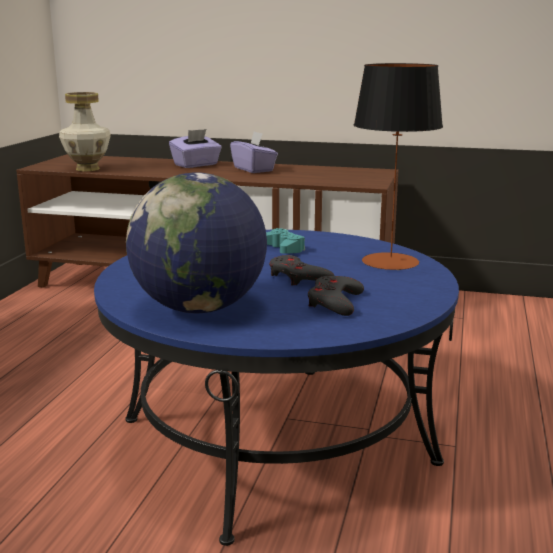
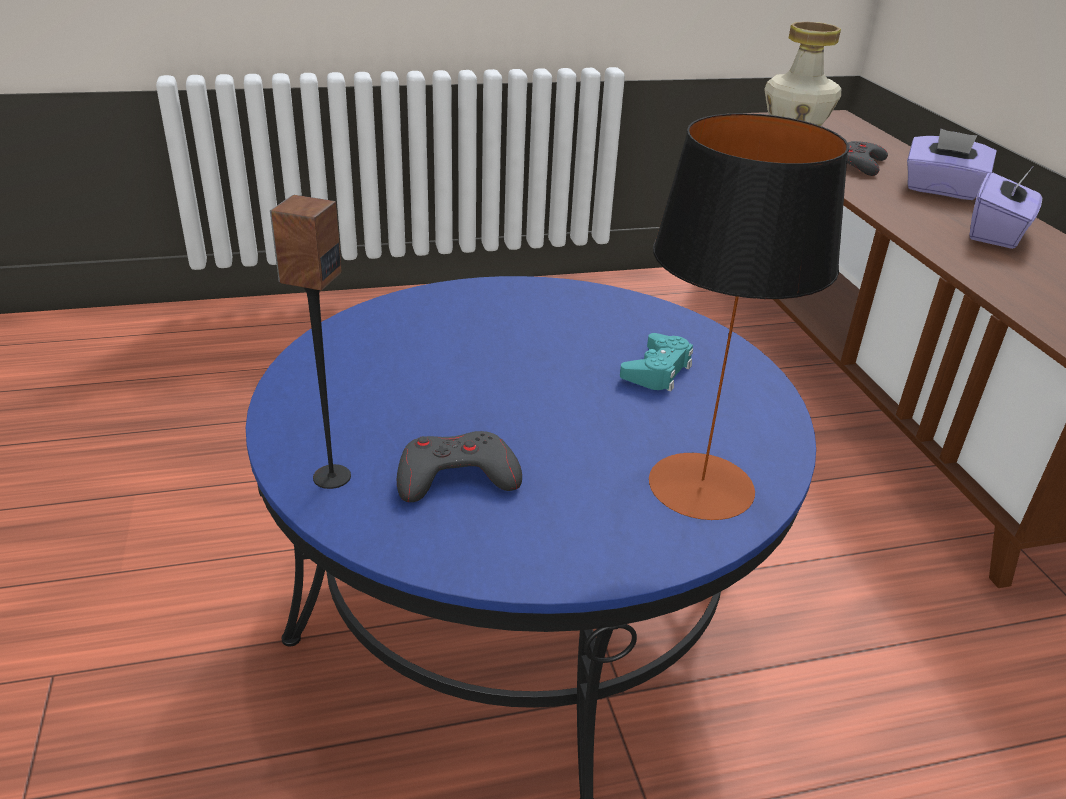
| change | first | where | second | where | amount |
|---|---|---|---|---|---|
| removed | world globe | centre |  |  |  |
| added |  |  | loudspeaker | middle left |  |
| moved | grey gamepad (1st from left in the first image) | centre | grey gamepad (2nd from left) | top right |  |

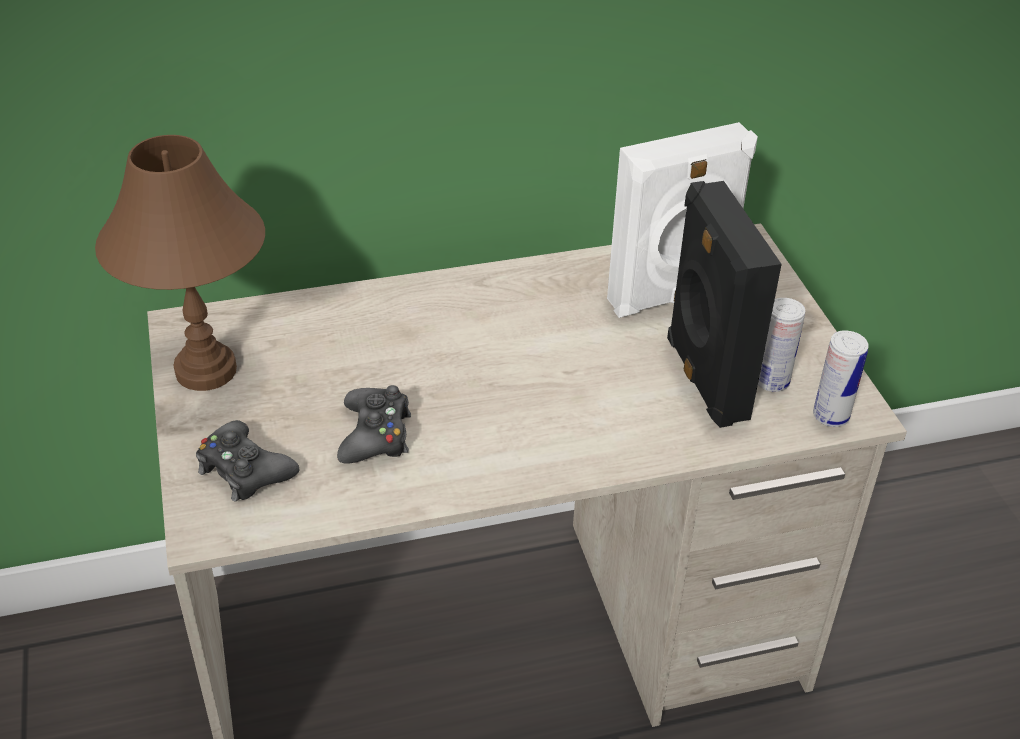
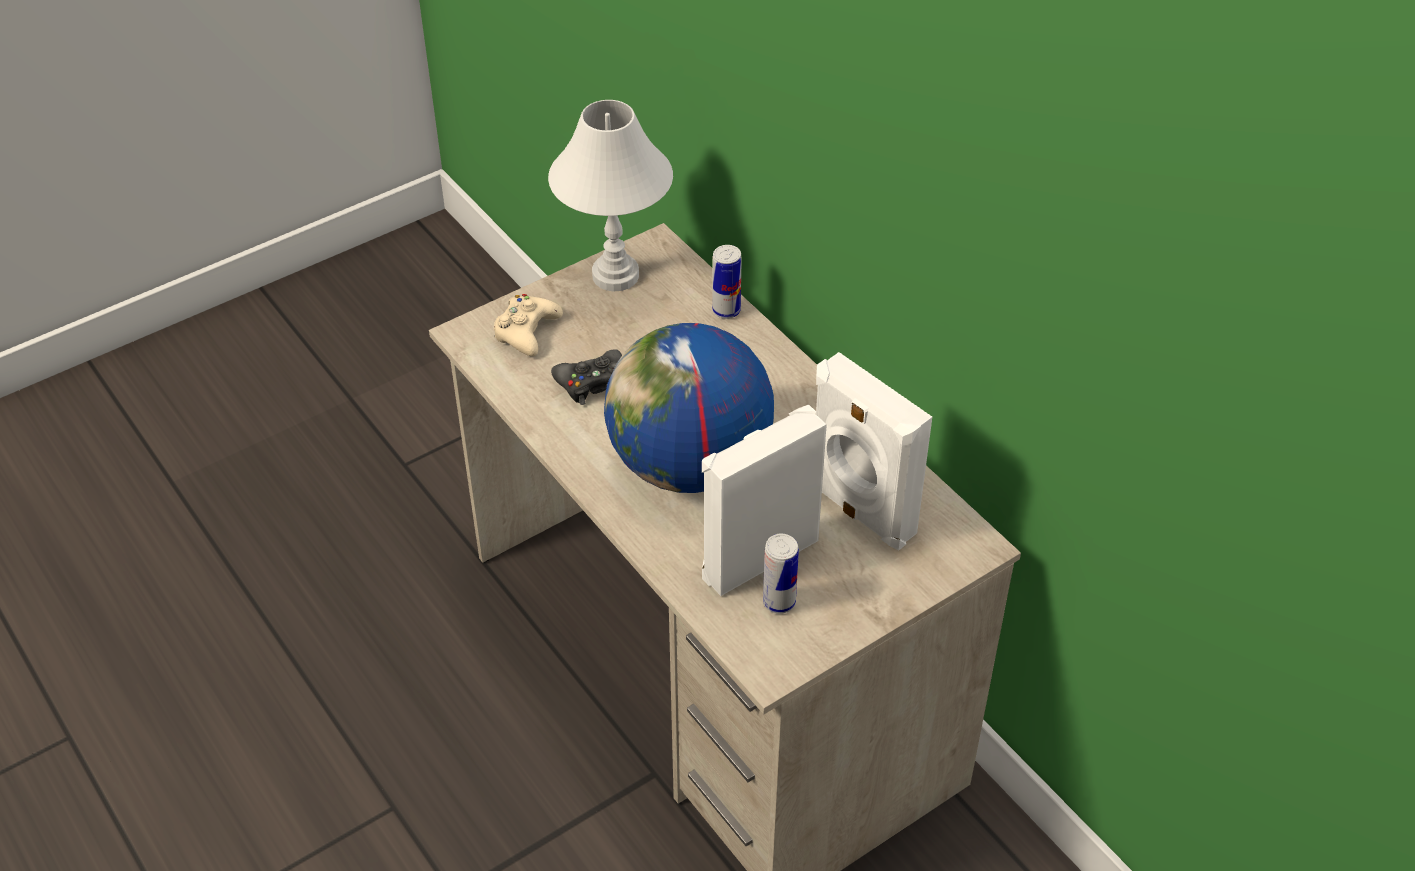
| change | first | where | second | where | amount |
|---|---|---|---|---|---|
| added |  |  | world globe | centre |  |
| moved | sealed can (2nd from left in the first image) | middle right | sealed can (1st from left) | top centre |  |
| recoloured | brown table lamp | middle left | white-coloured table lamp | top centre |  |
| recoloured | black gamepad (1st from left) | middle left | sand-coloured gamepad | centre |  |
| recoloured | black loudspeaker | middle right | white-coloured loudspeaker (1st from left) | centre |  |

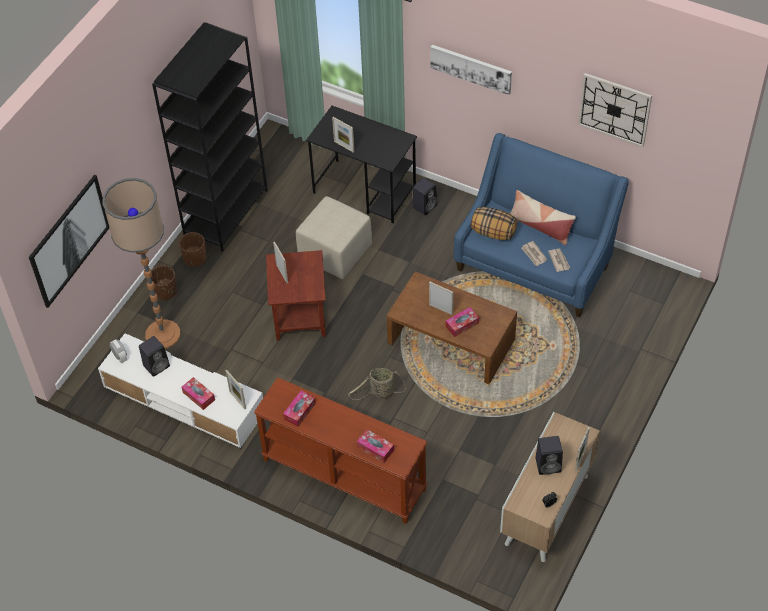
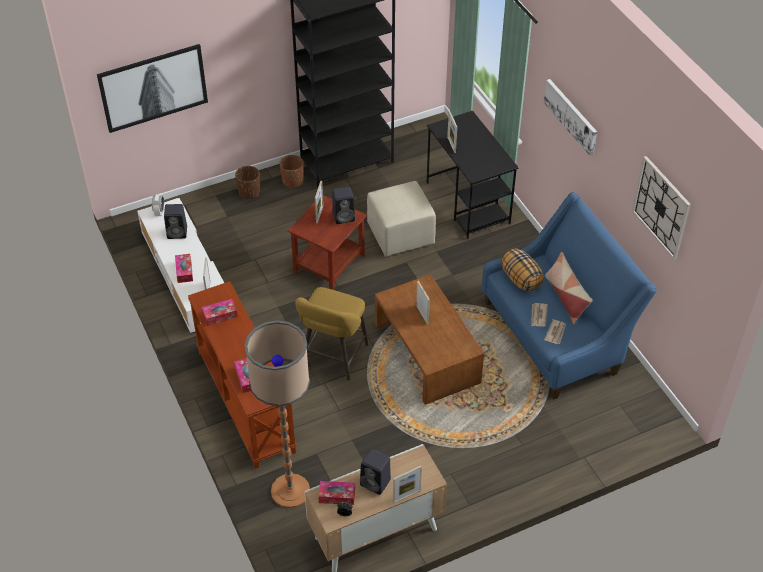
| change | first | where | second | where | amount |
|---|---|---|---|---|---|
| moved | standard lamp | middle left |  | bottom centre |  |
| moved | black loudspeaker (2nd from left) | top centre |  | centre |  |
| moved | box of tissues (4th from left) | centre |  | bottom centre |  |
| replaced | household basket | centre | yellow-coloured sitting stool | centre |  |

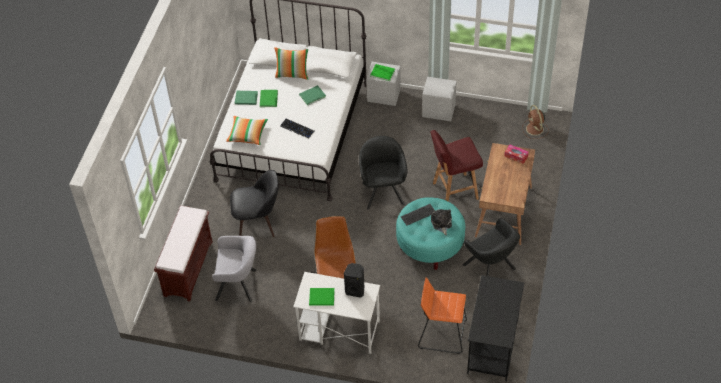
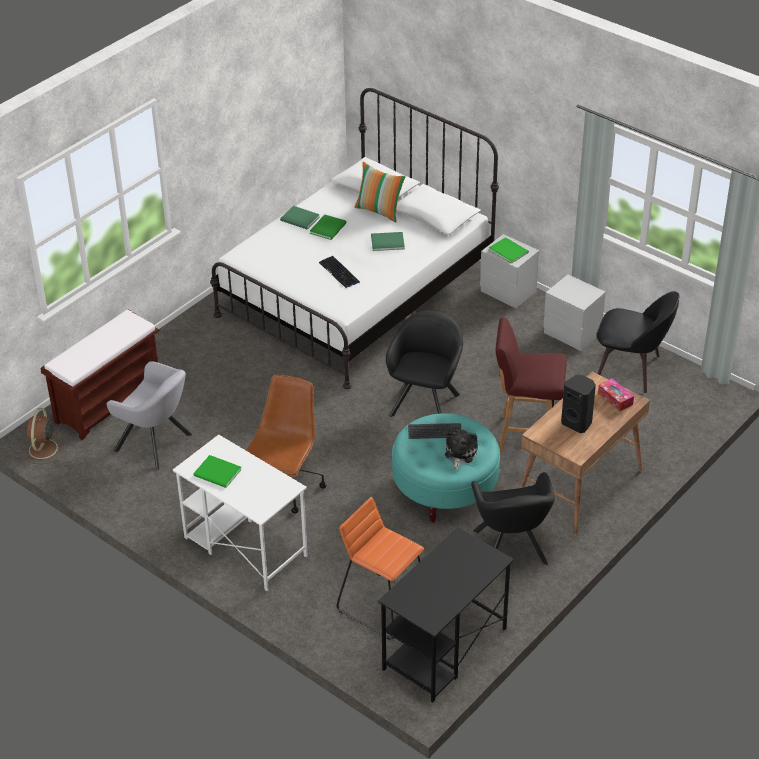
| change | first | where | second | where | amount |
|---|---|---|---|---|---|
| removed | throw pillow (1st from left) | centre |  |  |  |
| moved | black plain chair | centre |  | middle right |  |
| moved | black loudspeaker | bottom centre |  | middle right |  |
| moved | brown electric fan | top right |  | middle left |  |

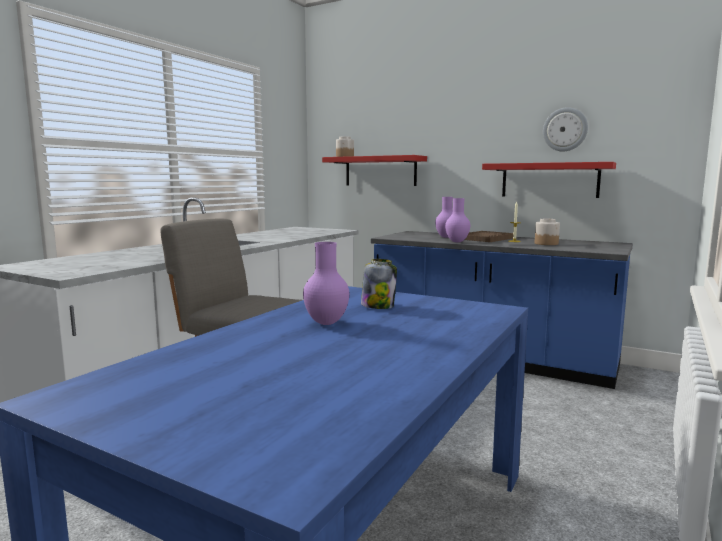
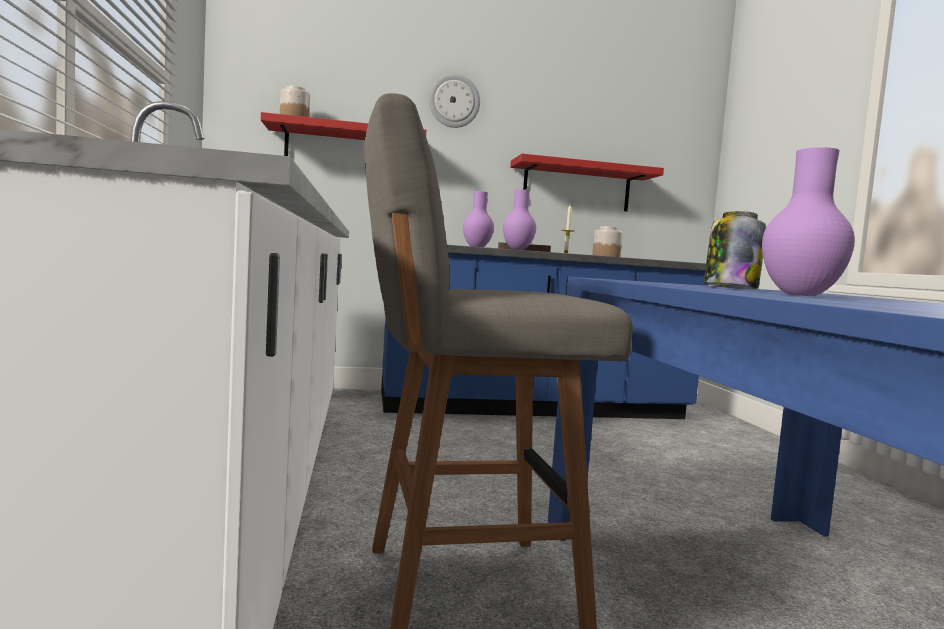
| change | first | where | second | where | amount |
|---|---|---|---|---|---|
| moved | clock on the wall | top right |  | top centre |  |

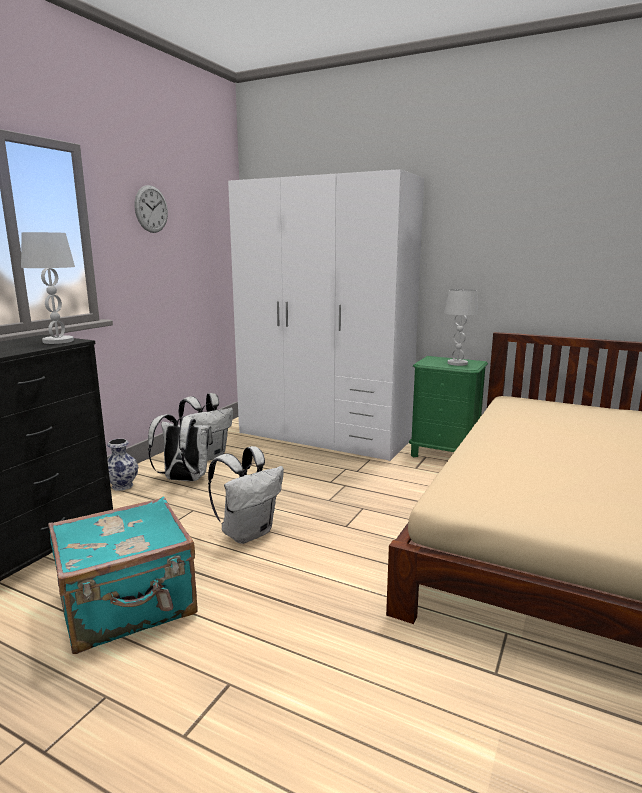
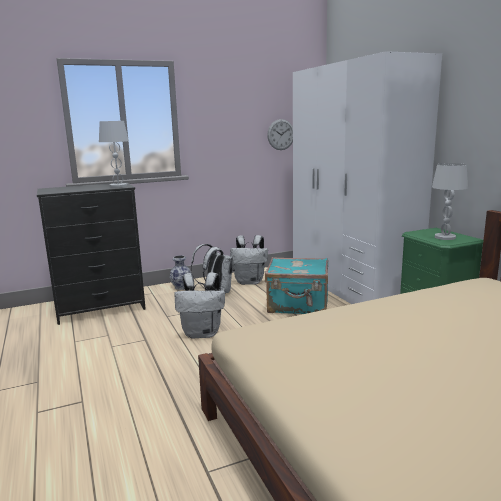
| change | first | where | second | where | amount |
|---|---|---|---|---|---|
| moved | blue-green piece of luggage | bottom left |  | centre |  |
| moved | clock on the wall | top left |  | top centre |  |

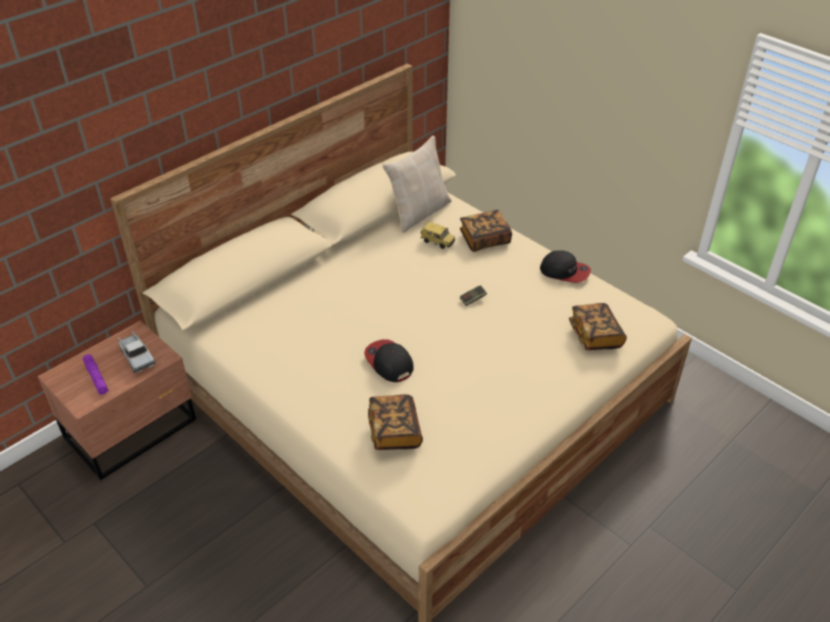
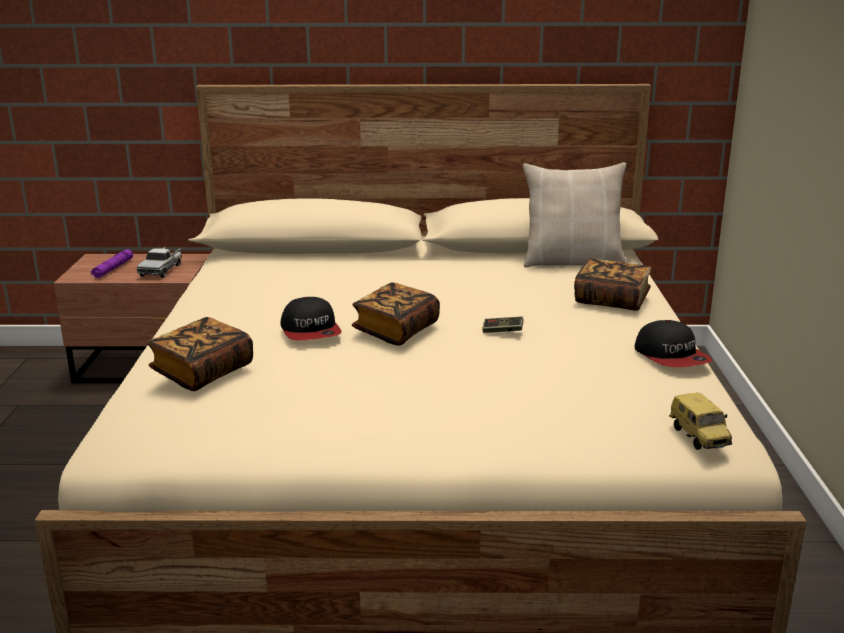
| change | first | where | second | where | amount |
|---|---|---|---|---|---|
| moved | miniature car | centre |  | middle right |  |
| moved | bound book (3rd from left in the first image) | middle right | bound book (2nd from left) | centre |  |
| turned | baseball cap (1st from left) | centre |  | centre | 150 degrees clockwise |

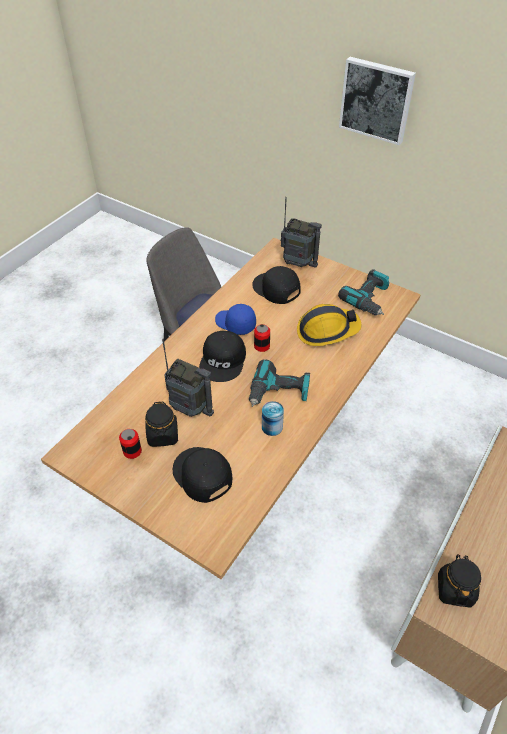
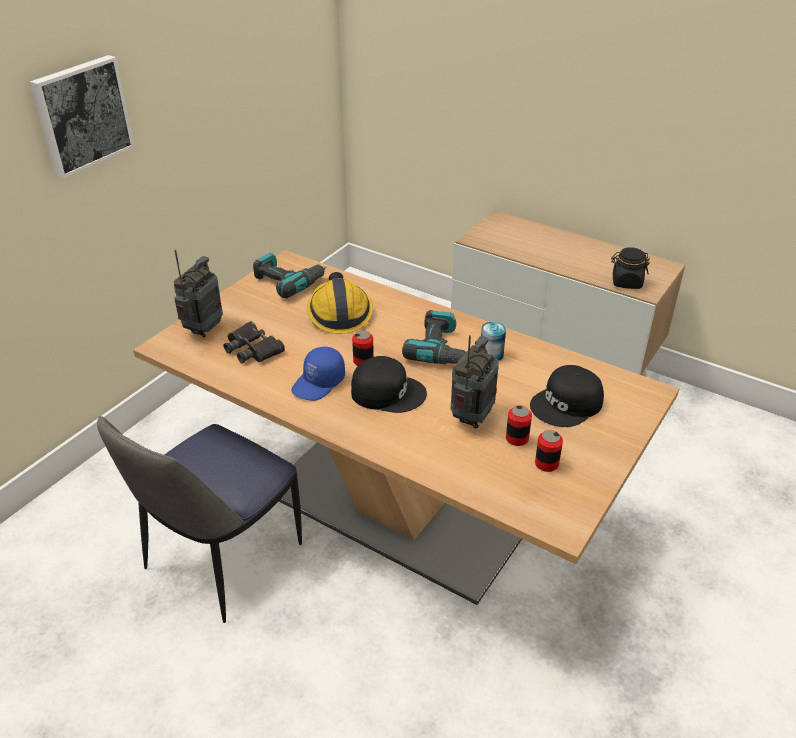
| change | first | where | second | where | amount |
|---|---|---|---|---|---|
| replaced | black jar (1st from left) | middle left | sealed can (3rd from left) | centre |  |
| replaced | black baseball cap (3rd from left) | centre | black pair of binoculars | middle left |  |

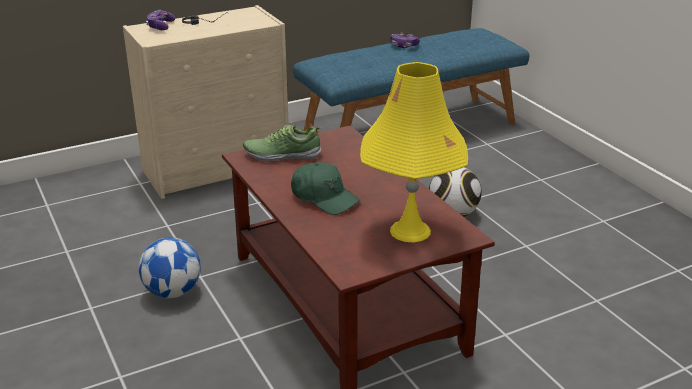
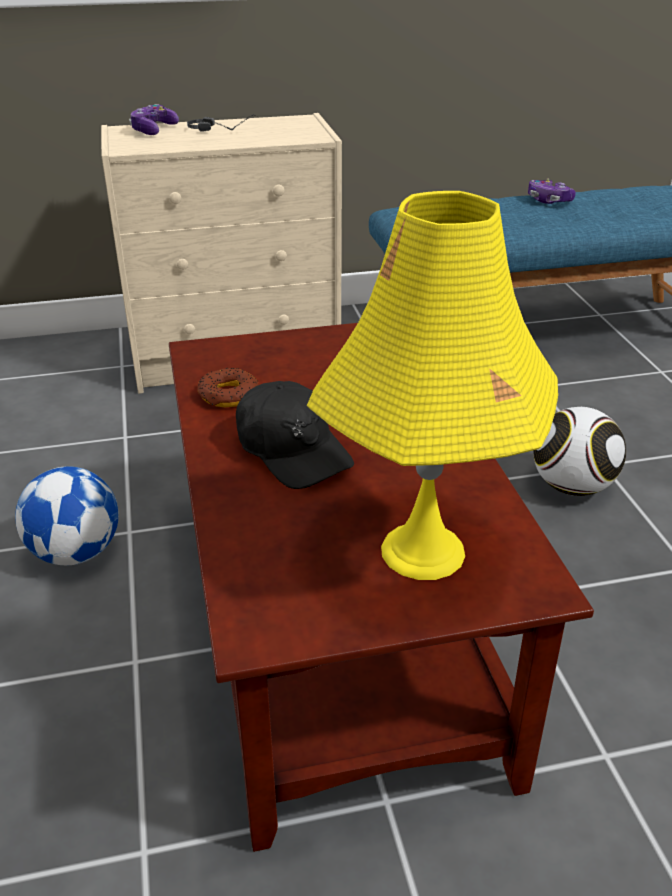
| change | first | where | second | where | amount |
|---|---|---|---|---|---|
| removed | low shoe | centre |  |  |  |
| added |  |  | donut | centre |  |
| recoloured | green-coloured baseball cap | centre | black baseball cap | centre |  |

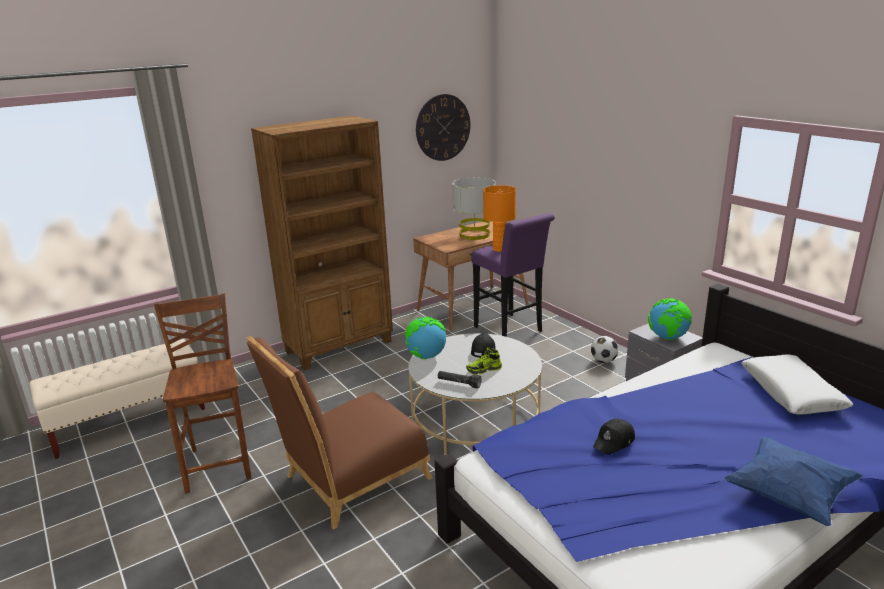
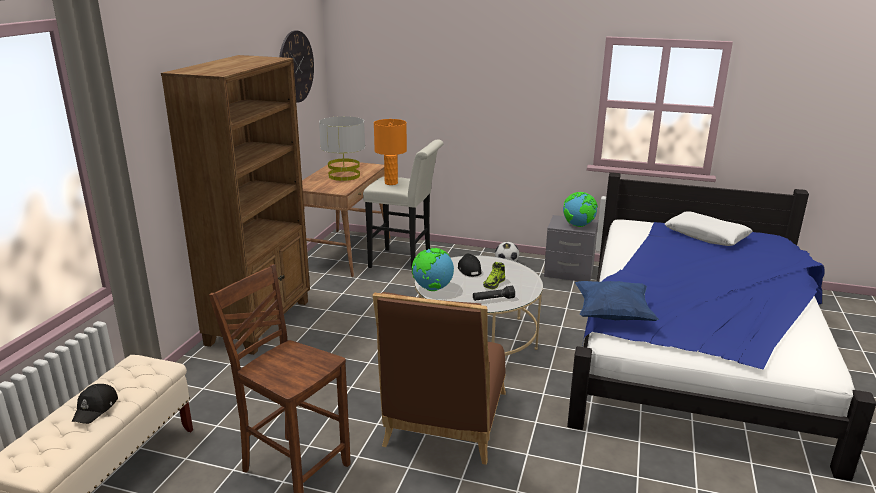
| change | first | where | second | where | amount |
|---|---|---|---|---|---|
| moved | black baseball cap (2nd from left in the first image) | bottom right | black baseball cap (1st from left) | bottom left |  |
| moved | blue throw pillow | bottom right |  | middle right |  |
| recoloured | purplish sitting stool | centre | white-coloured sitting stool | centre |  |

